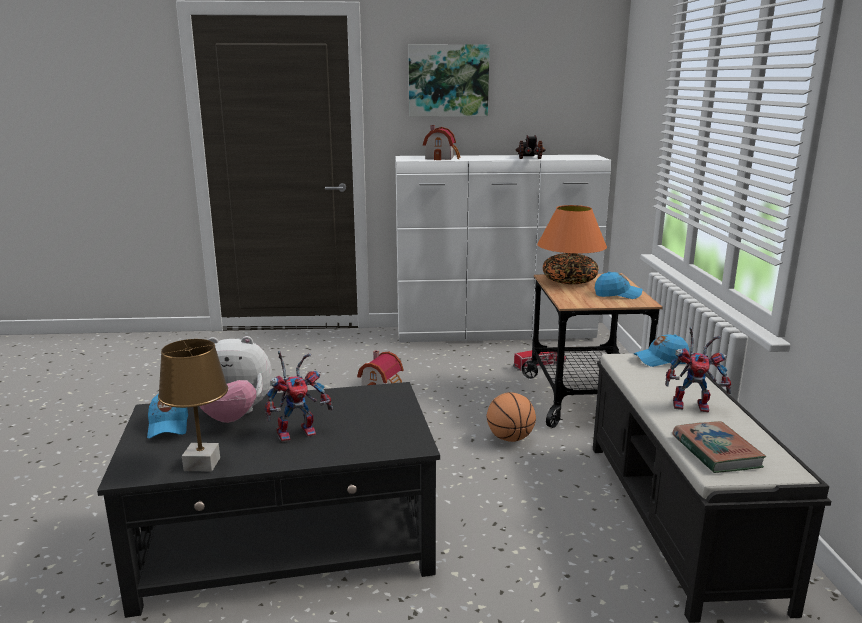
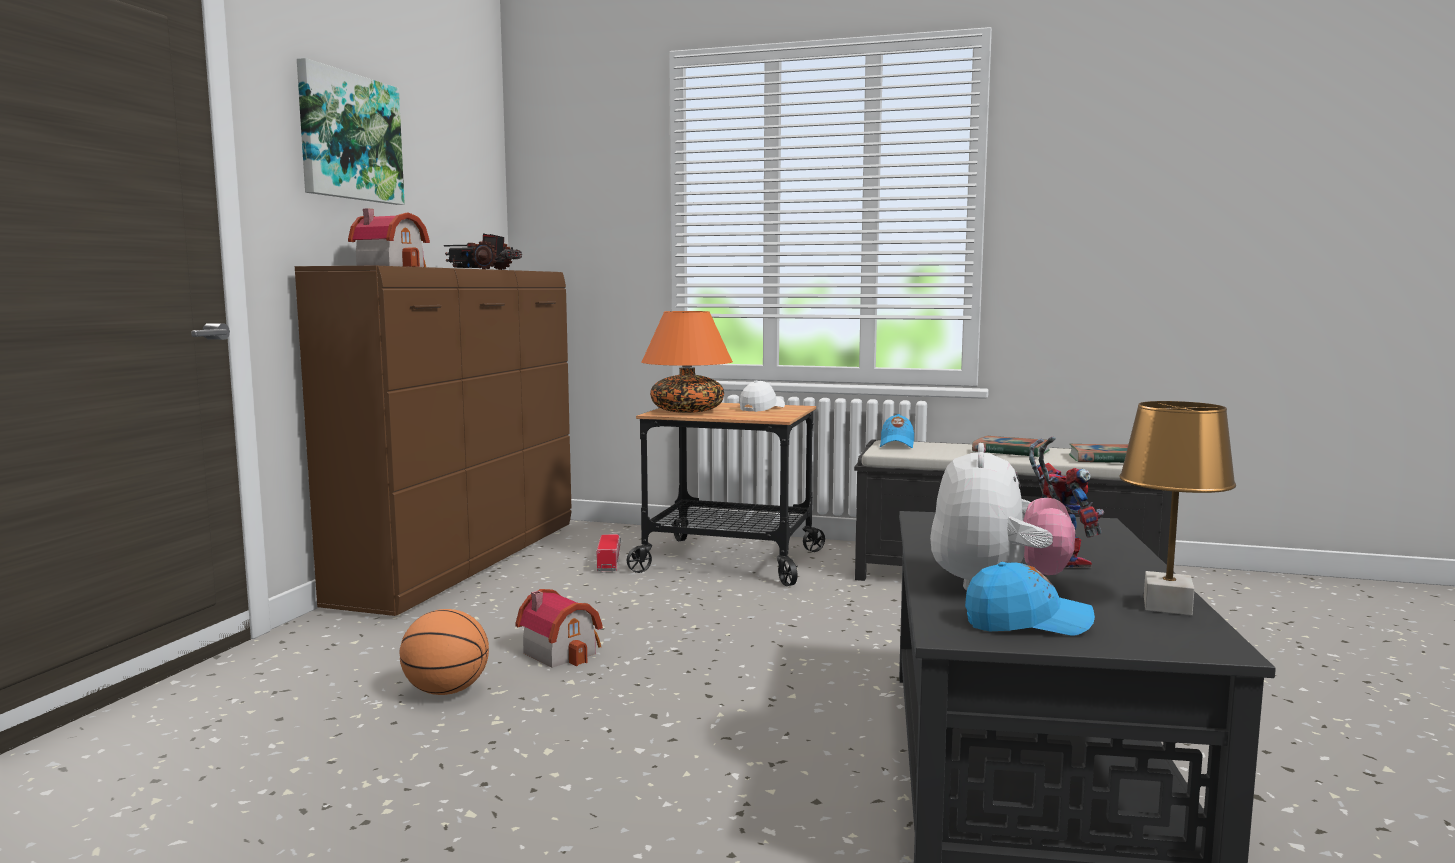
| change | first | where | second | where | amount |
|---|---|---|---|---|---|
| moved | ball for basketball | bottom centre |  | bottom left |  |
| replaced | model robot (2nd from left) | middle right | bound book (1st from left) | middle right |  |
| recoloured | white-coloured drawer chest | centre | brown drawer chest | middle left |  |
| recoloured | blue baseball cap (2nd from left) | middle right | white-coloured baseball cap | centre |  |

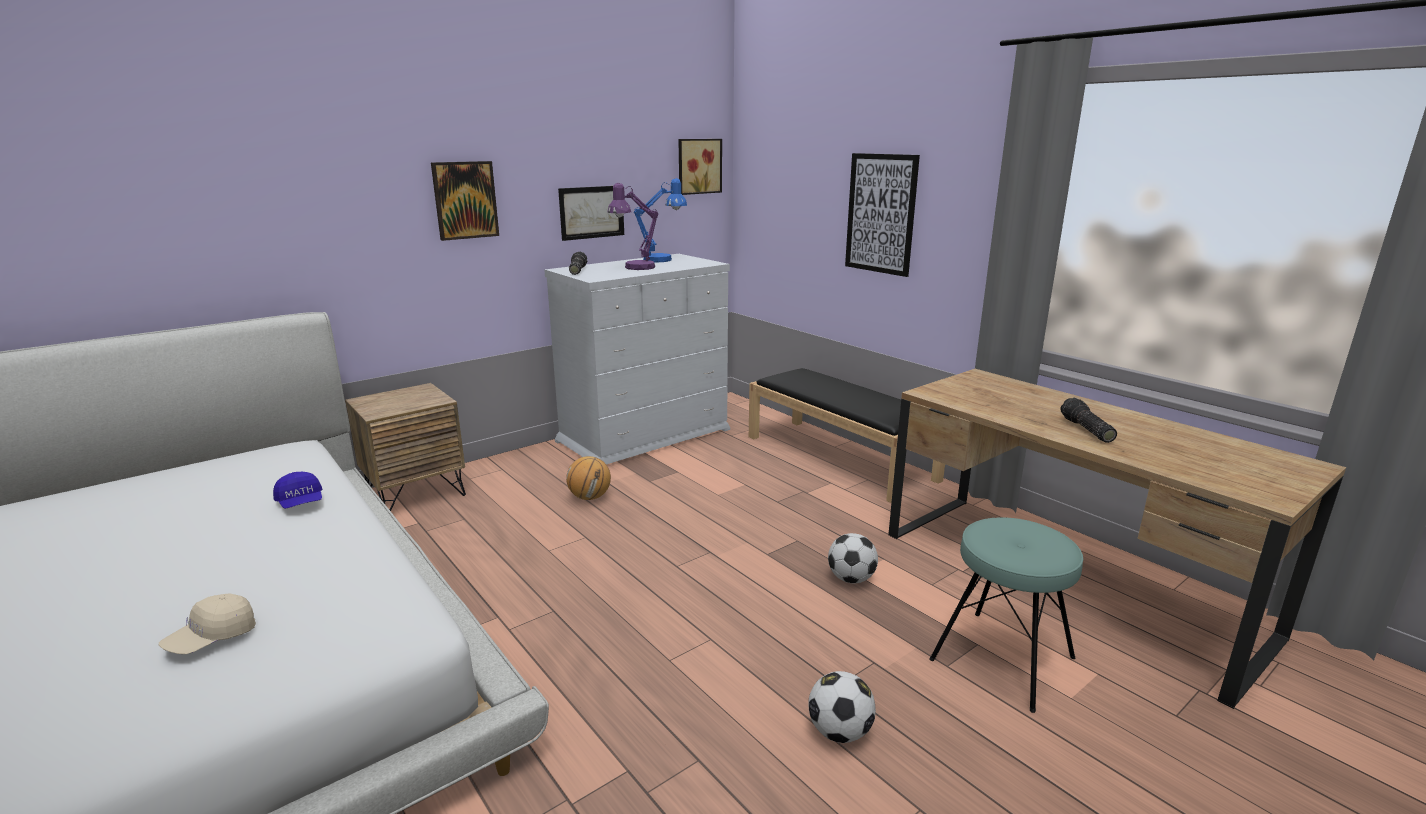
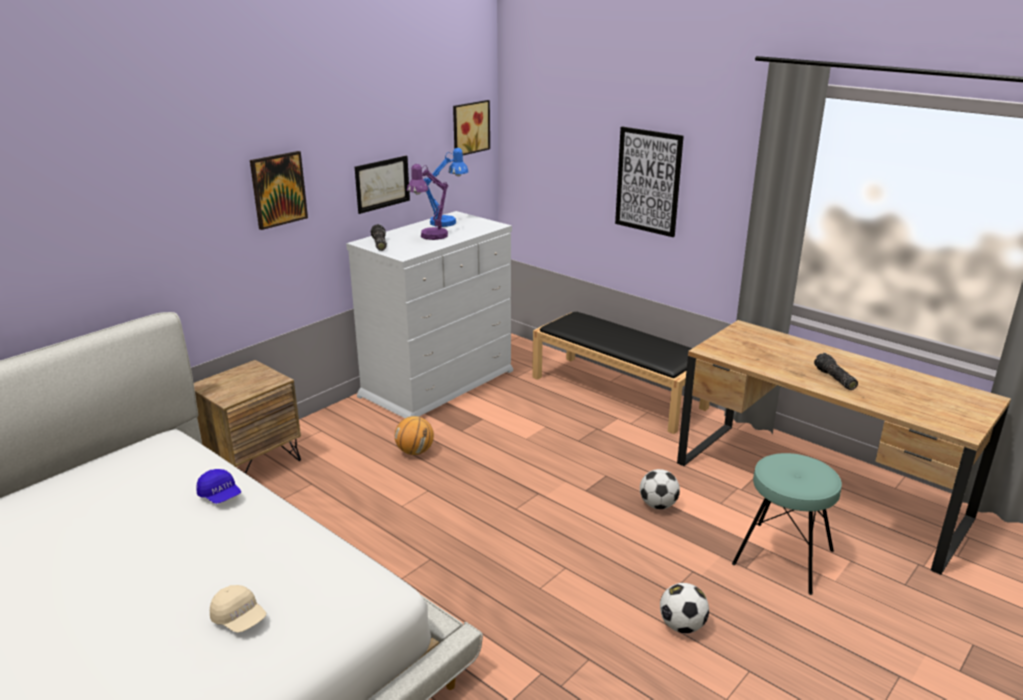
| change | first | where | second | where | amount |
|---|---|---|---|---|---|
| turned | sand-coloured baseball cap | bottom left |  | bottom left | 75 degrees counterclockwise |

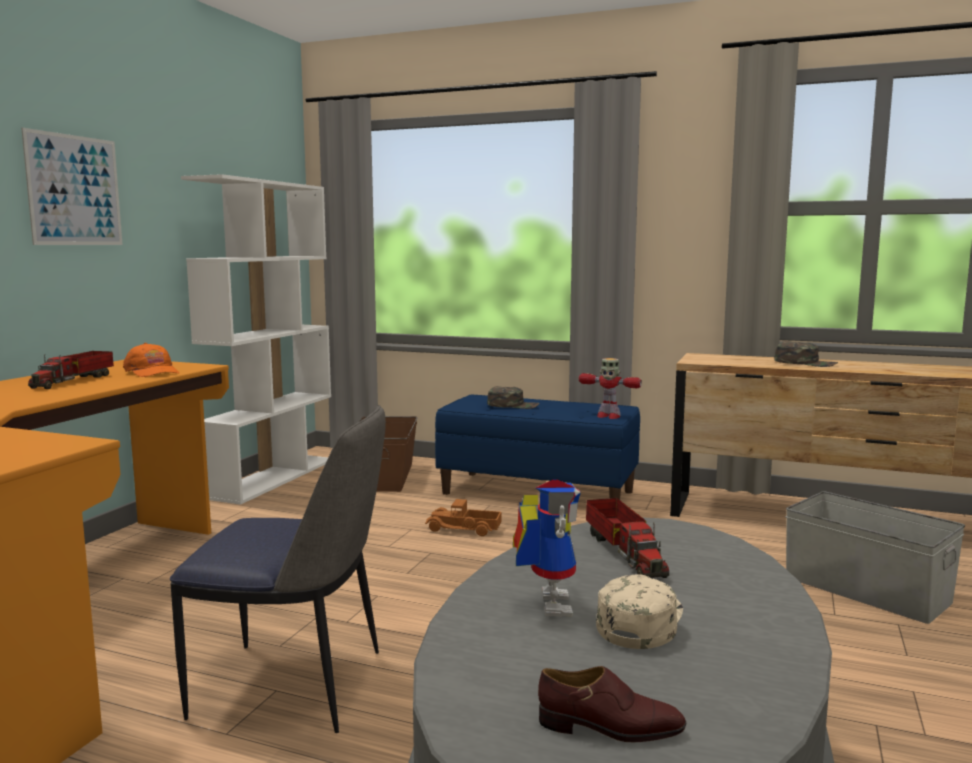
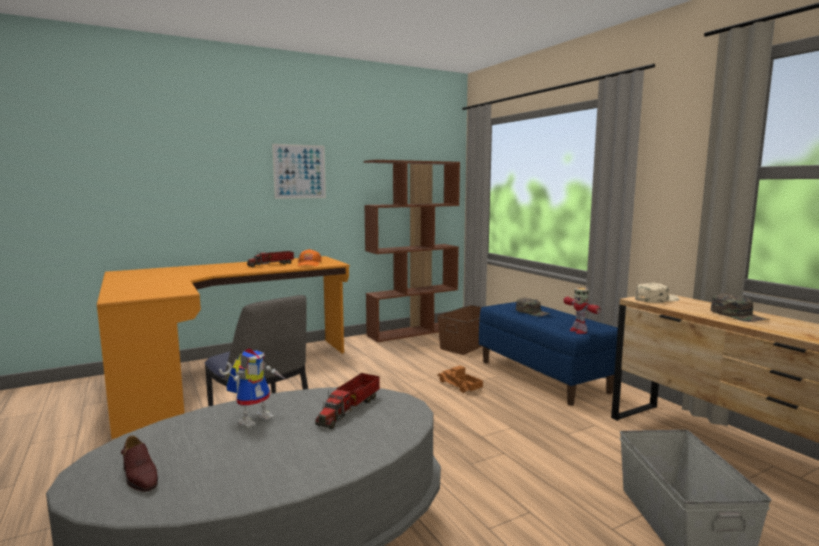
| change | first | where | second | where | amount |
|---|---|---|---|---|---|
| moved | sand-coloured baseball cap | bottom centre |  | middle right |  |
| recoloured | white-coloured bookshelf | middle left | brown bookshelf | centre |  |

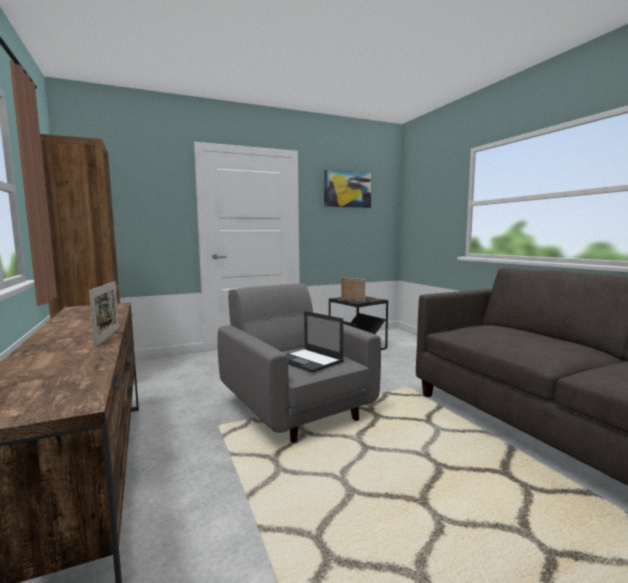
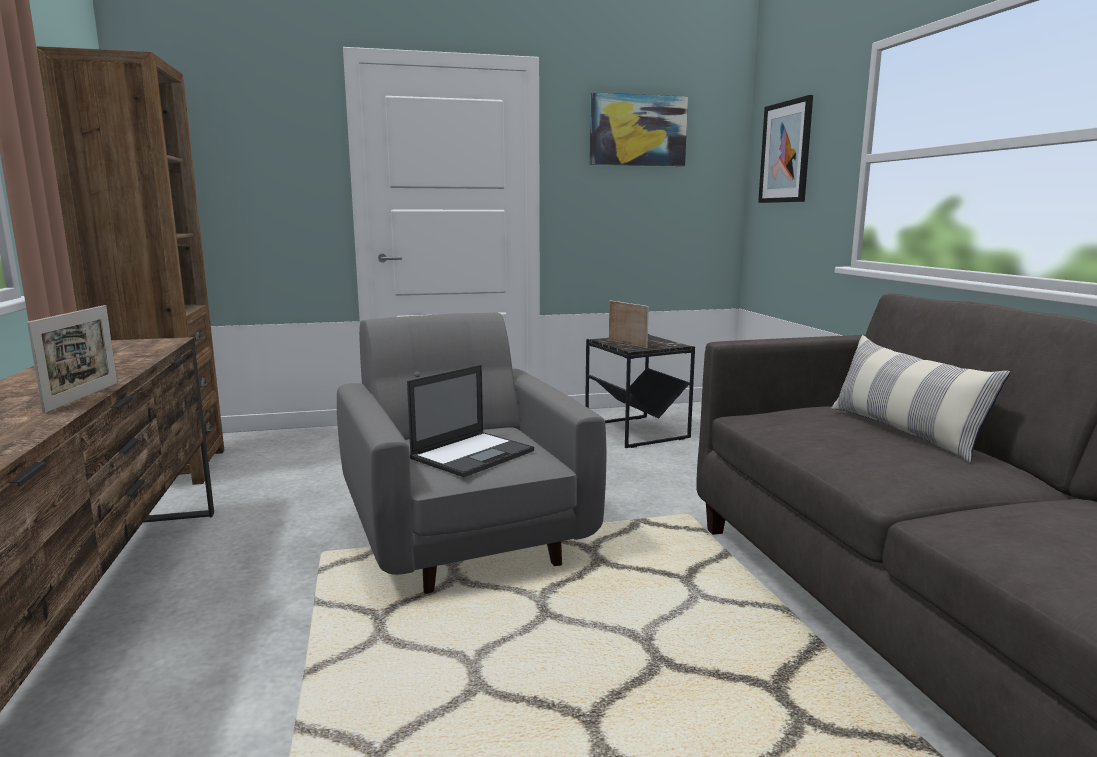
| change | first | where | second | where | amount |
|---|---|---|---|---|---|
| added |  |  | wall picture (2nd from left) | top right |  |
| added |  |  | throw pillow | middle right |  |
| turned | portable computer | centre |  | centre | 105 degrees counterclockwise |

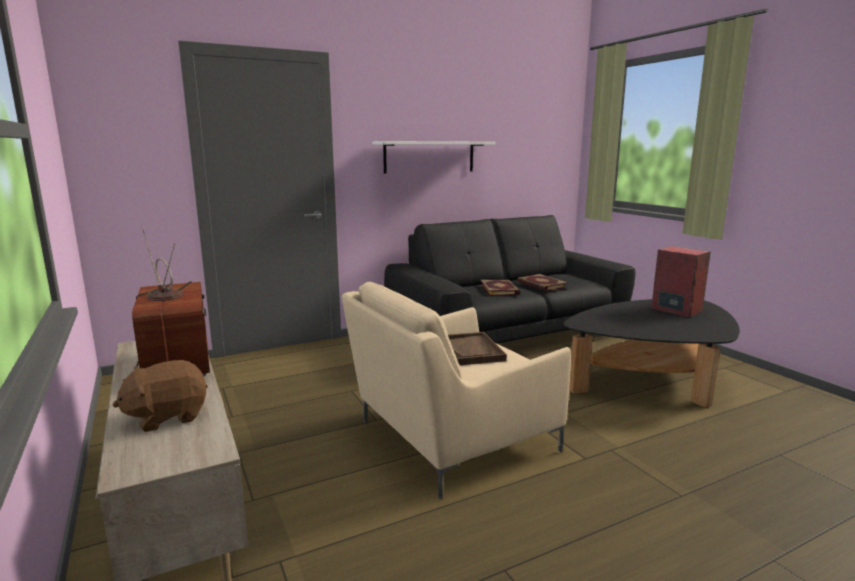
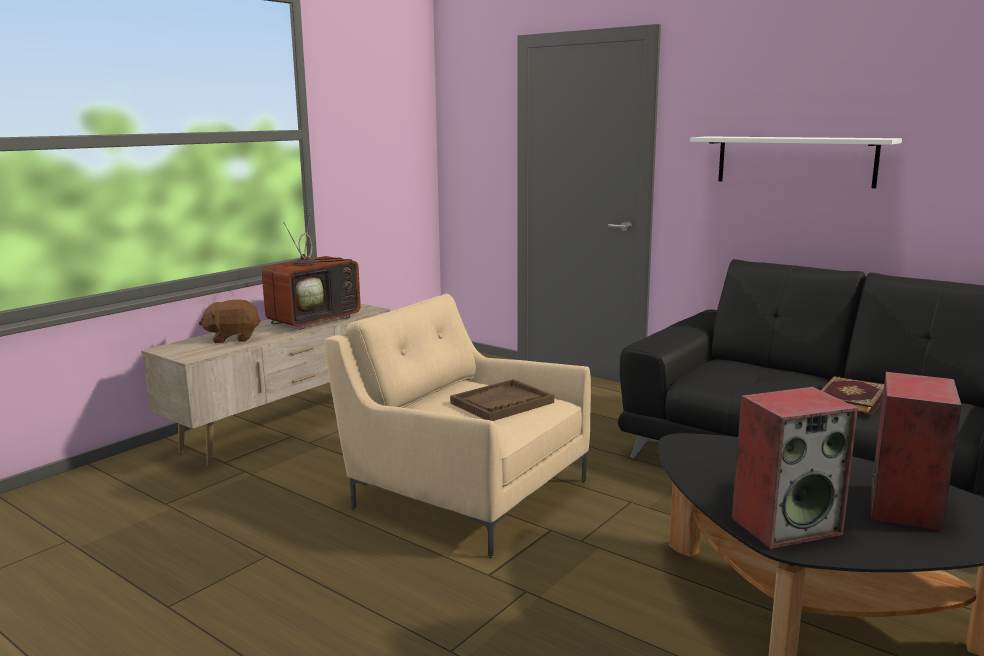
| change | first | where | second | where | amount |
|---|---|---|---|---|---|
| removed | bound book (1st from left) | centre |  |  |  |
| added |  |  | loudspeaker (1st from left) | bottom right |  |
| turned | brown plush toy | bottom left |  | middle left | 45 degrees counterclockwise |

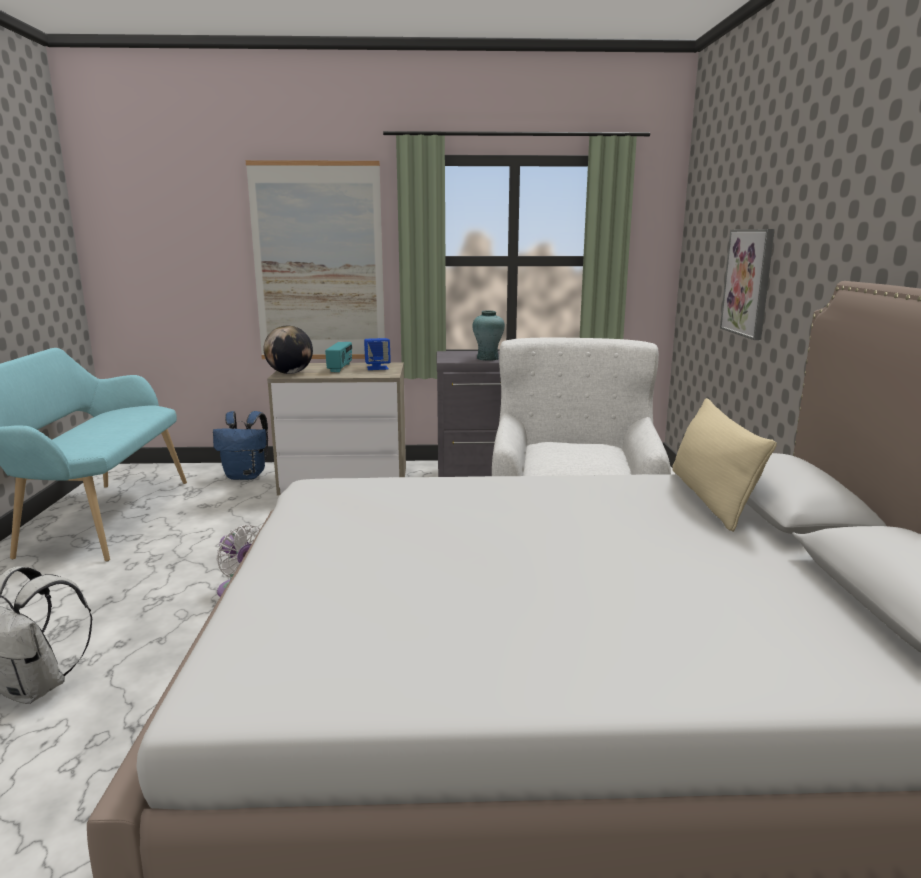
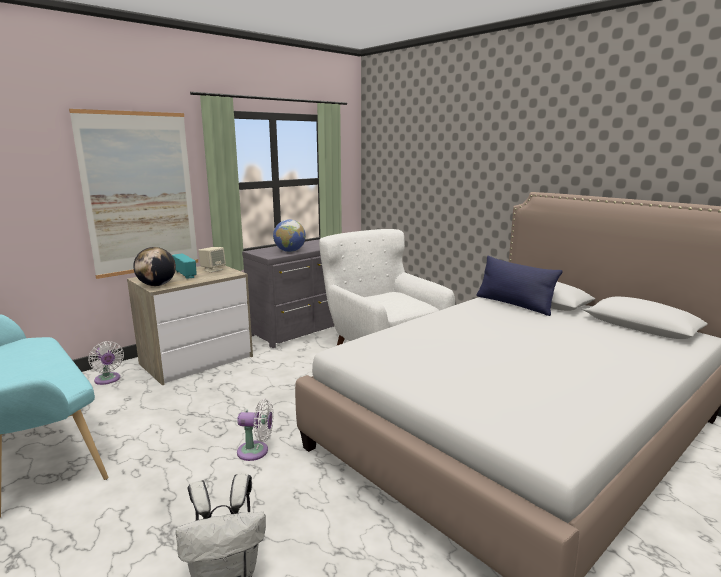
| change | first | where | second | where | amount |
|---|---|---|---|---|---|
| removed | wall picture (2nd from left) | top right |  |  |  |
| replaced | blue knapsack | middle left | white-coloured electric fan (1st from left) | middle left |  |
| replaced | blue-green flower vase | centre | world globe (2nd from left) | centre |  |
| recoloured | blue loudspeaker | centre | sand-coloured loudspeaker | middle left |  |
| recoloured | sand-coloured throw pillow | middle right | blue throw pillow | middle right |  |

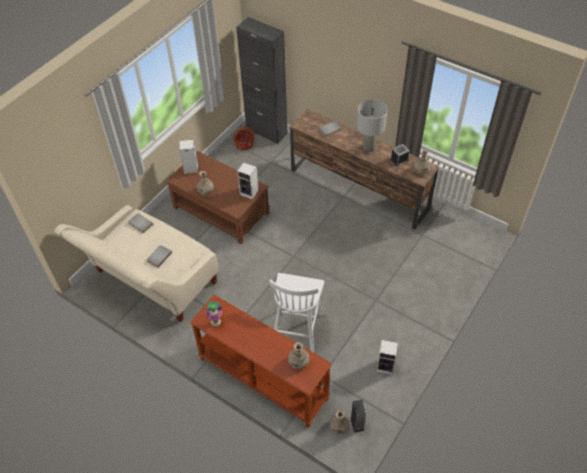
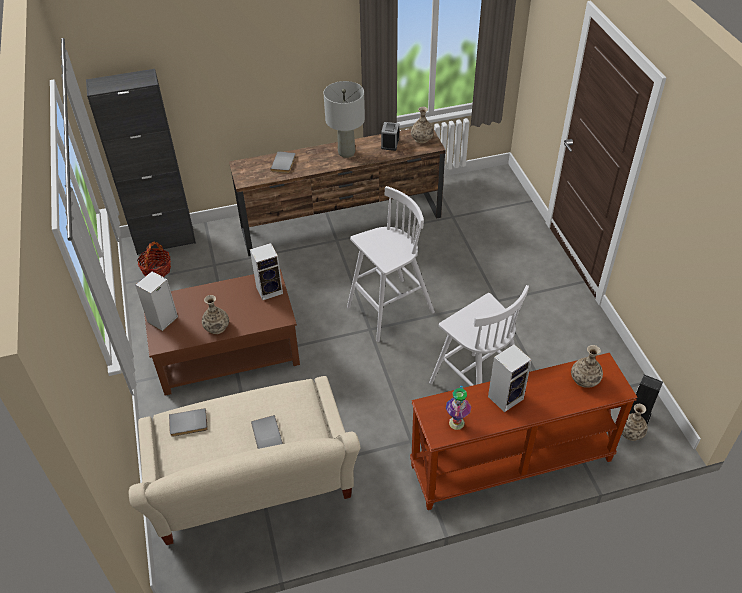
| change | first | where | second | where | amount |
|---|---|---|---|---|---|
| added |  |  | white-coloured sitting stool (1st from left) | centre |  |
| moved | loudspeaker (4th from left in the first image) | bottom centre | loudspeaker (3rd from left) | middle right |  |

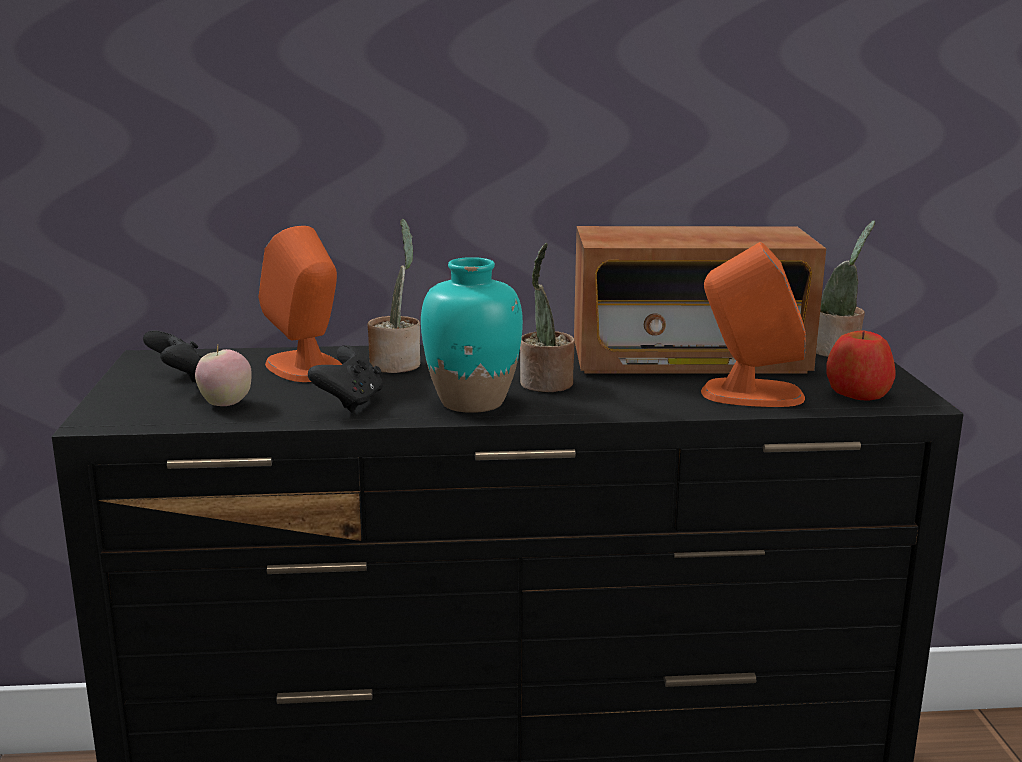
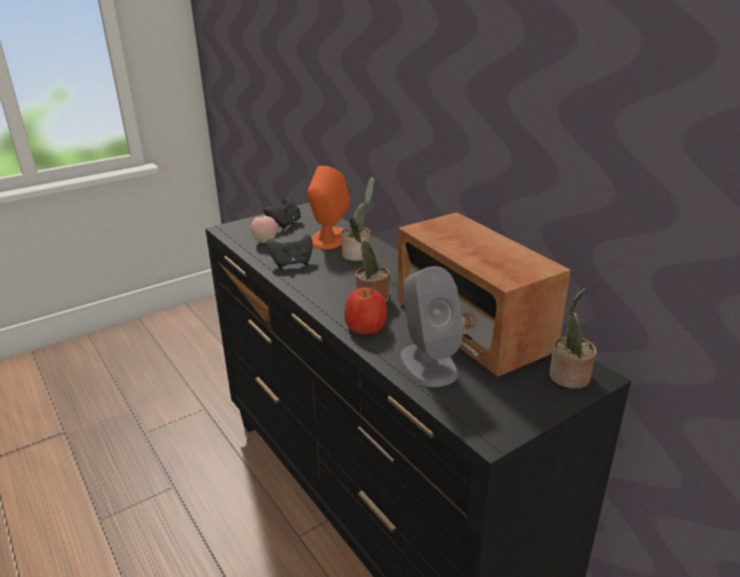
| change | first | where | second | where | amount |
|---|---|---|---|---|---|
| removed | blue-green flower vase | centre |  |  |  |
| moved | apple (2nd from left) | middle right |  | centre |  |
| recoloured | orangey loudspeaker (2nd from left) | middle right | grey loudspeaker | centre |  |

